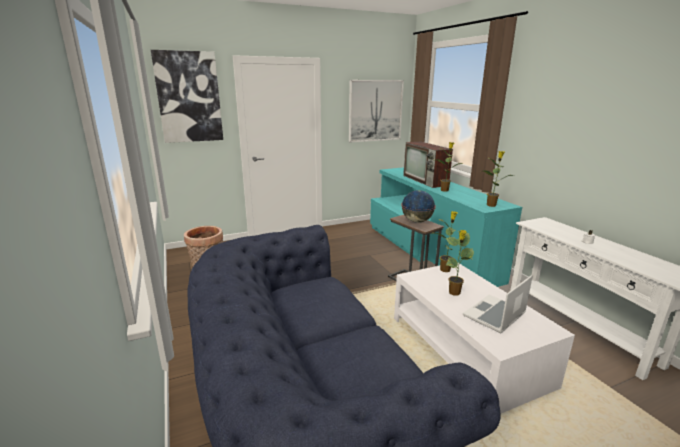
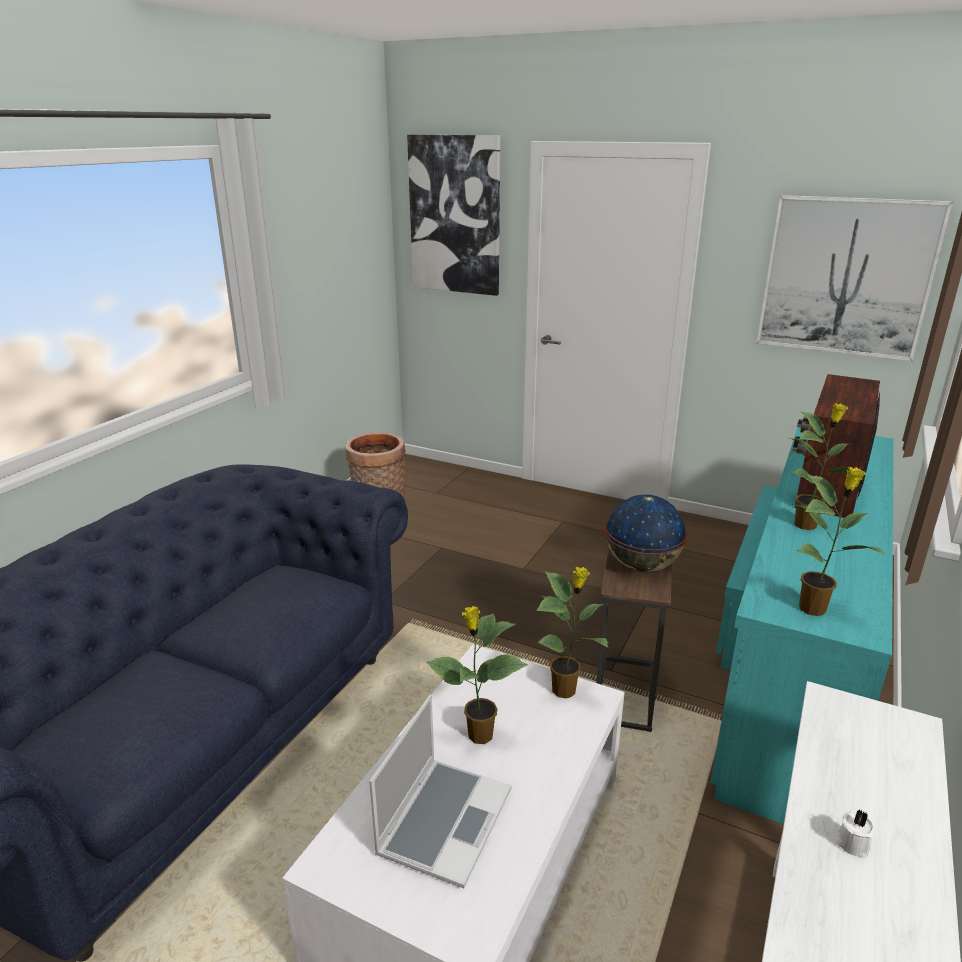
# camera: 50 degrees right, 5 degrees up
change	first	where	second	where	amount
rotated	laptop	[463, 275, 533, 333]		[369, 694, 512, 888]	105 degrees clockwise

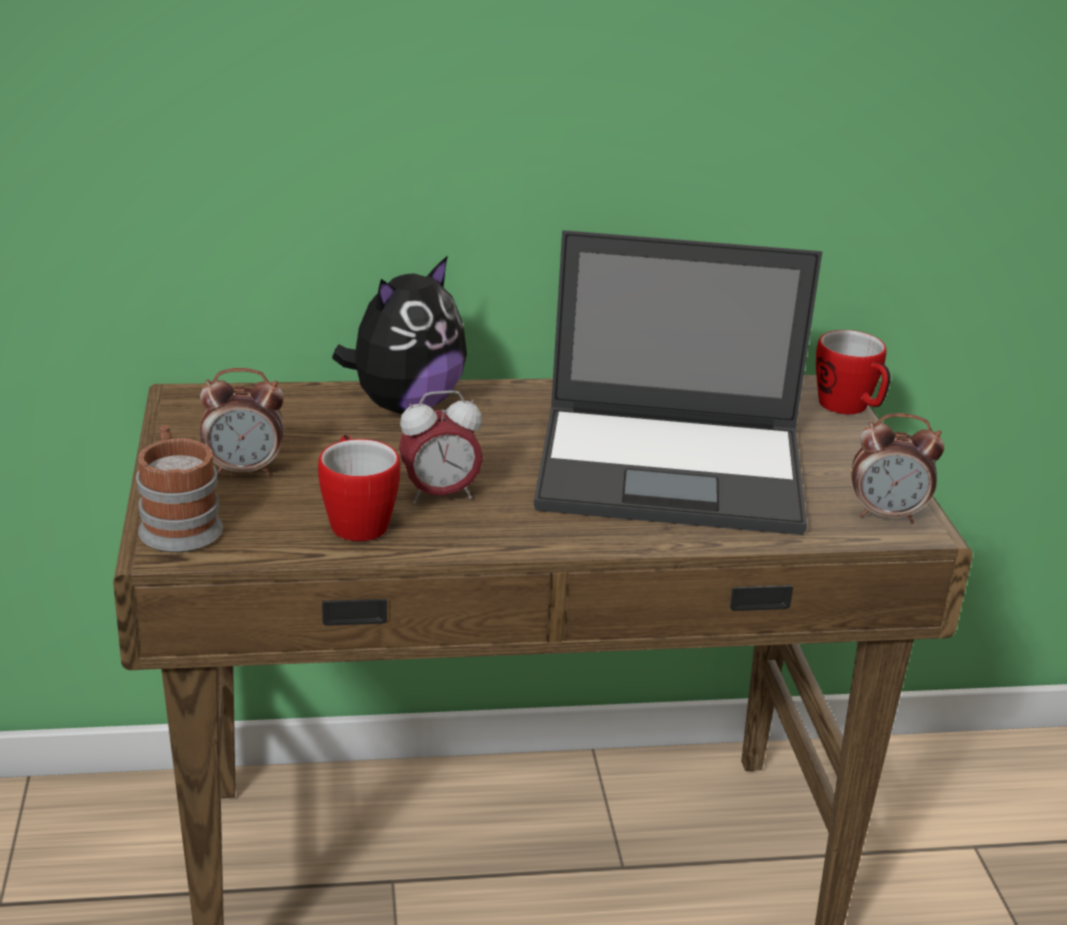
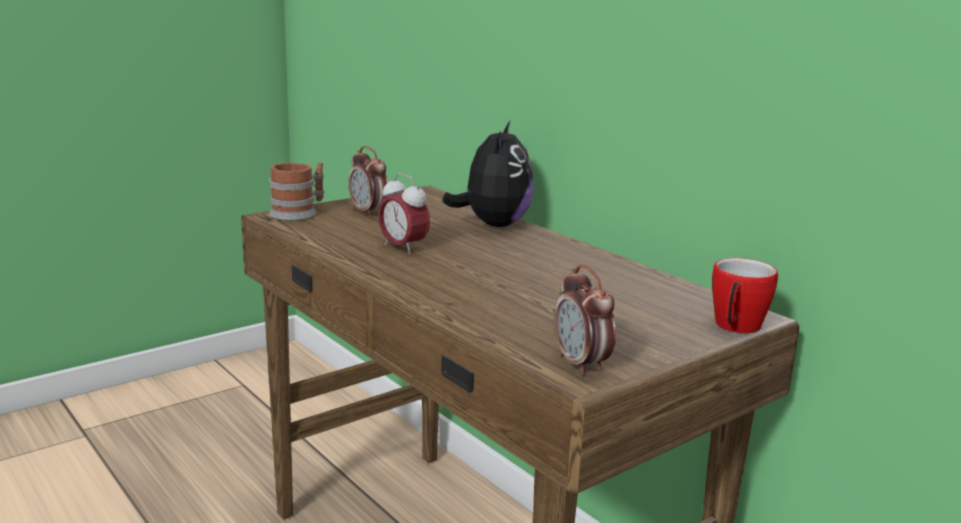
# camera: 60 degrees right, 10 degrees down
change	first	where	second	where	amount
gone	mug	[318, 435, 400, 541]			
rotated	plush toy	[332, 255, 467, 414]		[442, 121, 534, 227]	90 degrees counterclockwise
gone	laptop	[534, 230, 822, 535]			

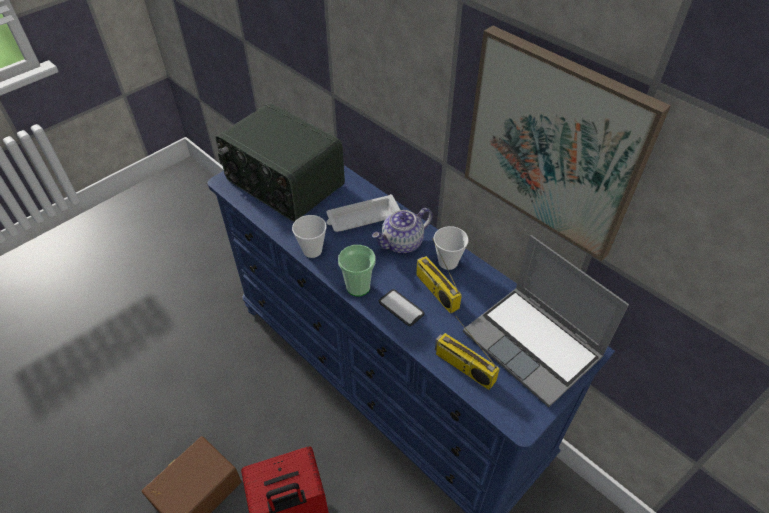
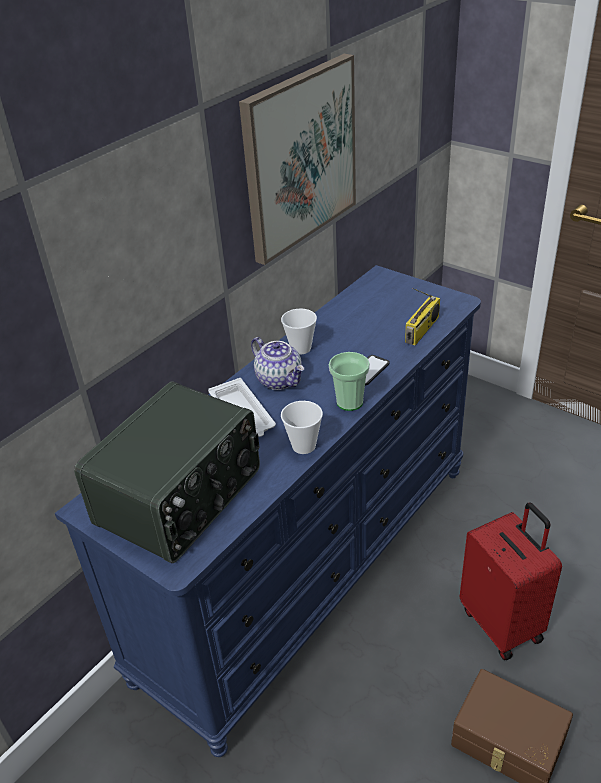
# camera: 95 degrees left, 10 degrees down
change	first	where	second	where	amount
gone	radio	[416, 238, 462, 314]			
gone	laptop	[463, 235, 629, 407]			

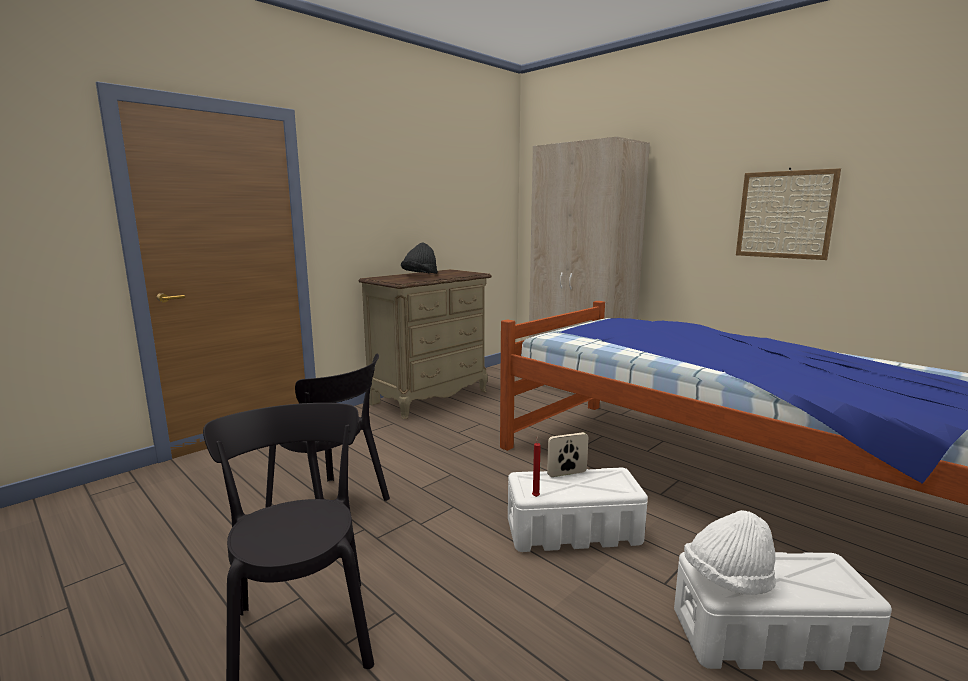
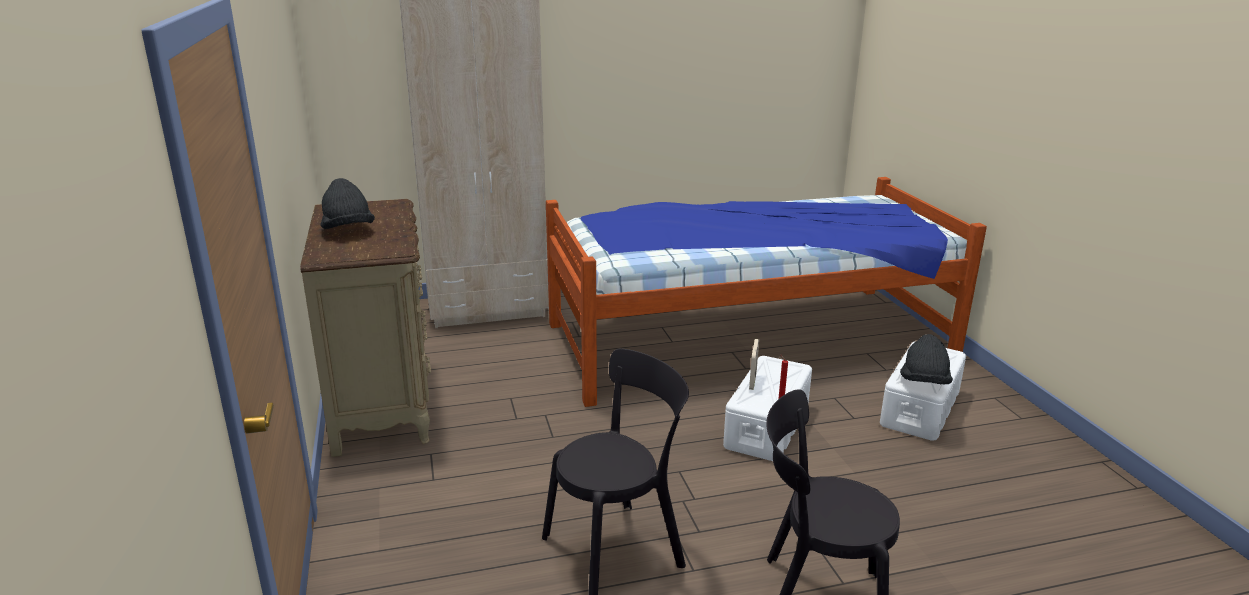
# camera: 60 degrees left, 10 degrees up
change	first	where	second	where	amount
repainted	white hat	[684, 510, 776, 595]	black hat	[900, 334, 953, 384]	
gone	picture	[736, 168, 841, 260]			

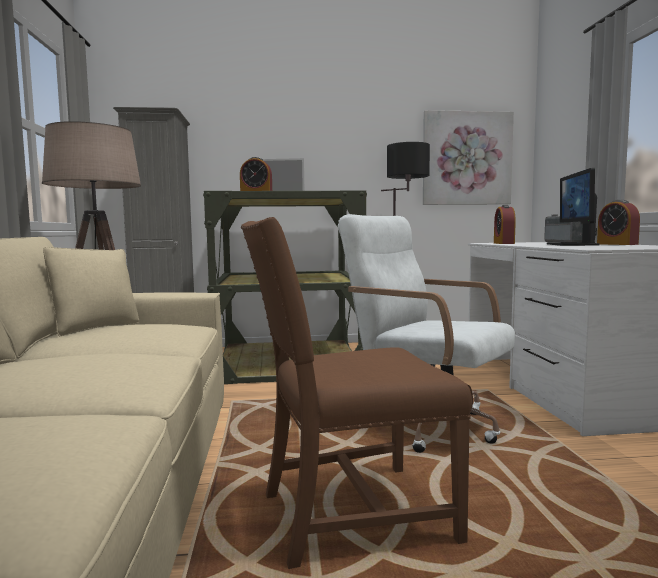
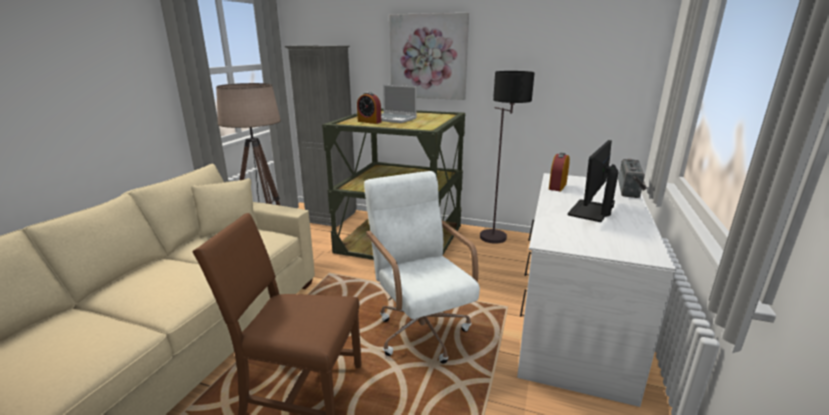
# camera: 25 degrees right, 15 degrees up
change	first	where	second	where	amount
shifted	picture	[423, 110, 514, 205]		[389, 13, 469, 100]	
gone	alarm clock	[597, 200, 640, 245]			

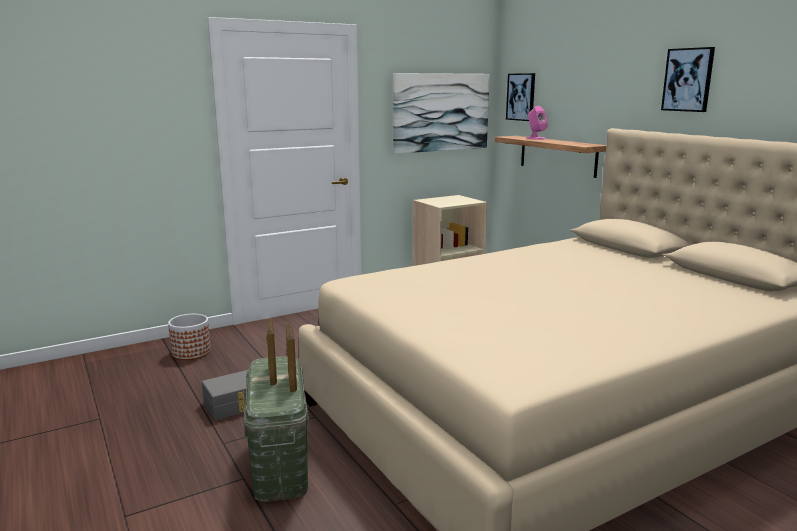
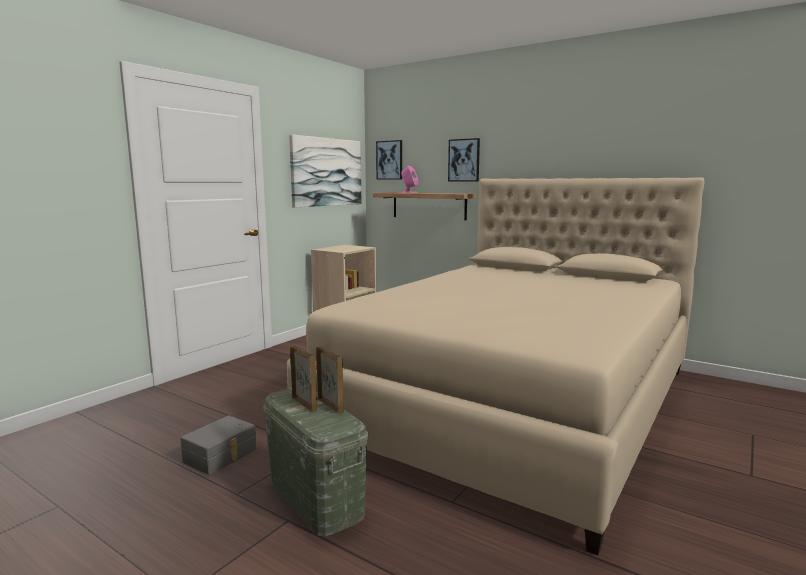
# camera: 25 degrees left, 5 degrees down
change	first	where	second	where	amount
gone	planter	[168, 314, 211, 360]			
shifted	picture	[661, 47, 715, 112]		[448, 138, 480, 182]	

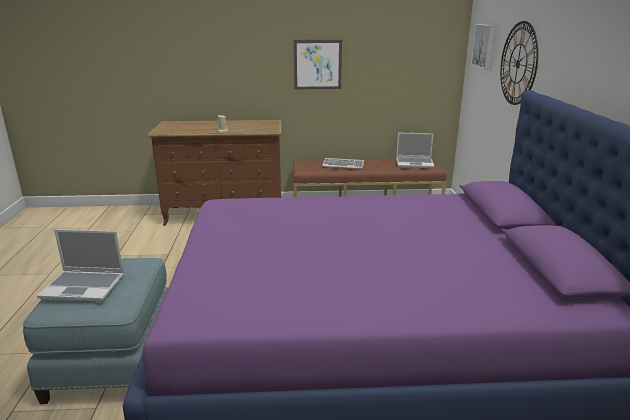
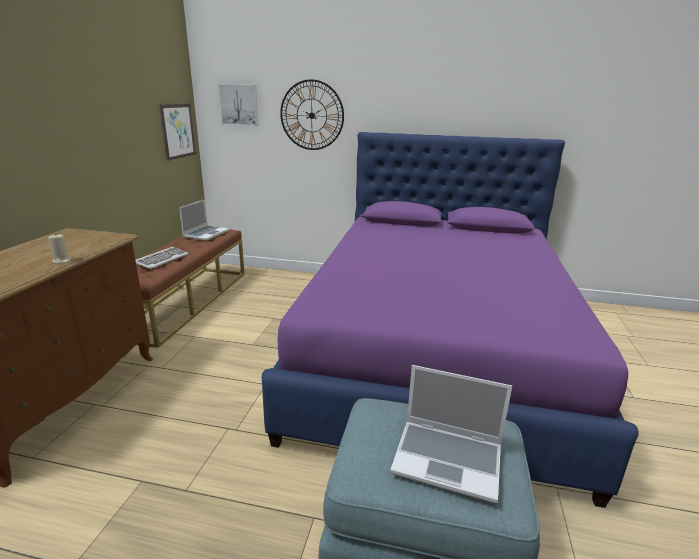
# camera: 75 degrees left, 0 degrees up
change	first	where	second	where	amount
rotated	laptop	[37, 229, 124, 301]		[390, 365, 512, 503]	90 degrees clockwise
shifted	picture	[294, 40, 342, 89]		[159, 104, 196, 161]	

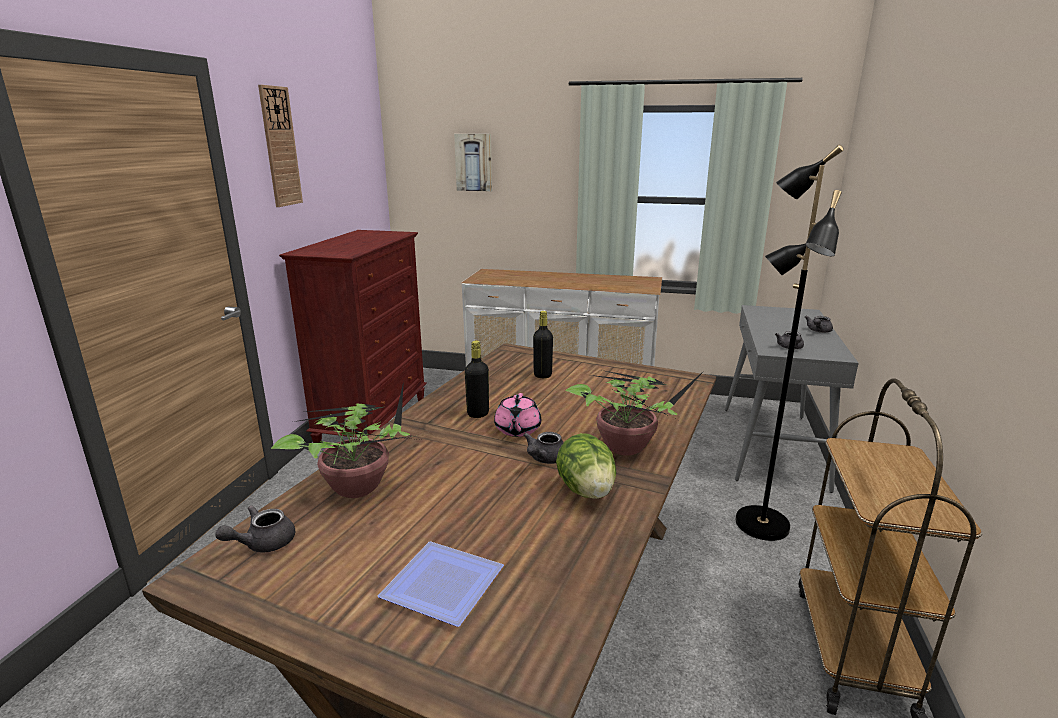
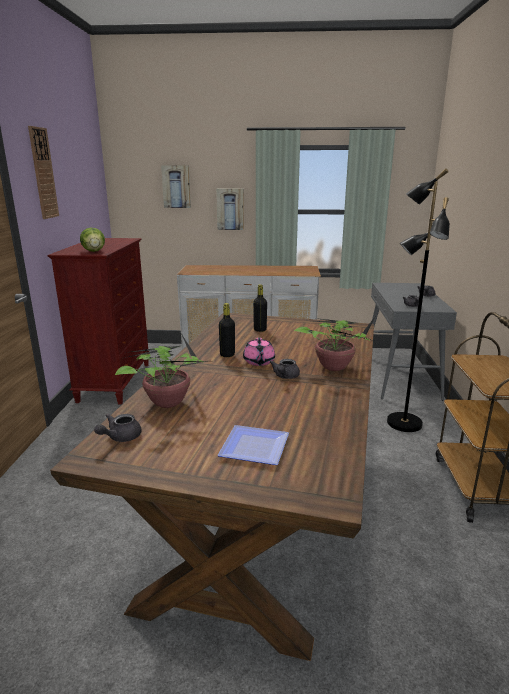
# camera: 10 degrees left, 0 degrees up
change	first	where	second	where	amount
shifted	lettuce	[556, 433, 616, 499]		[80, 228, 105, 252]	
new			picture	[216, 188, 244, 230]	

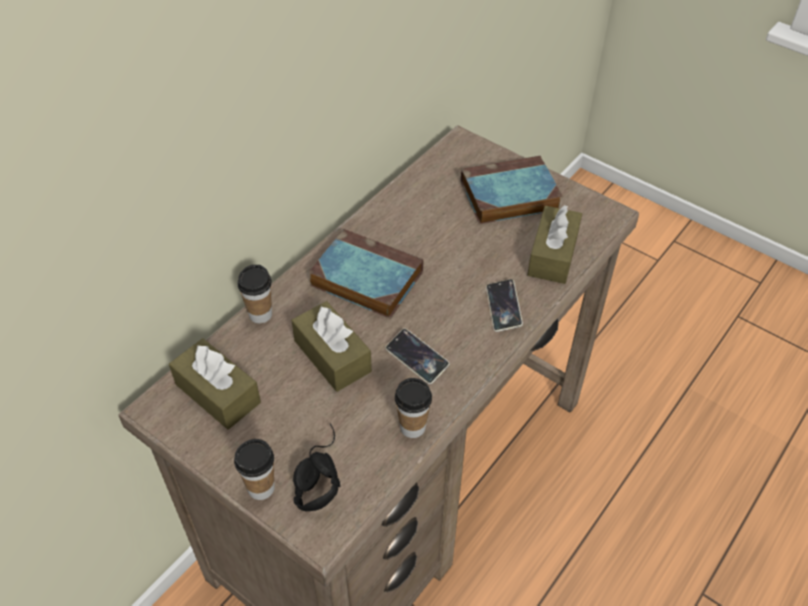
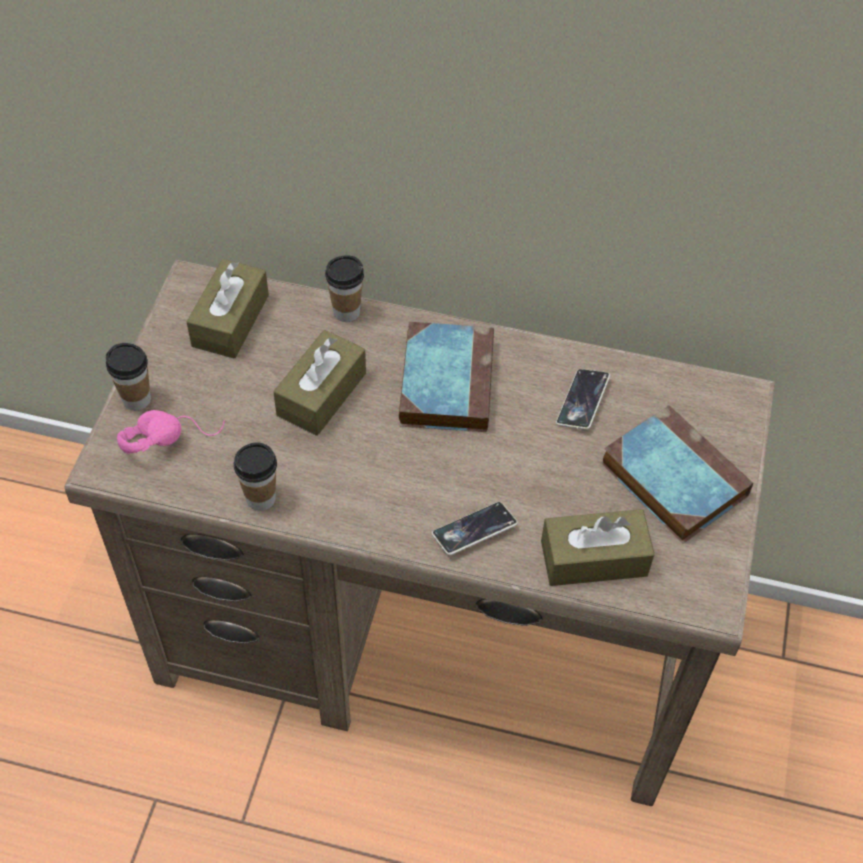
# camera: 65 degrees right, 5 degrees up
change	first	where	second	where	amount
repainted	black headphones	[293, 424, 340, 511]	pink headphones	[117, 410, 225, 454]	
shifted	phone	[385, 328, 450, 384]		[556, 369, 610, 430]	

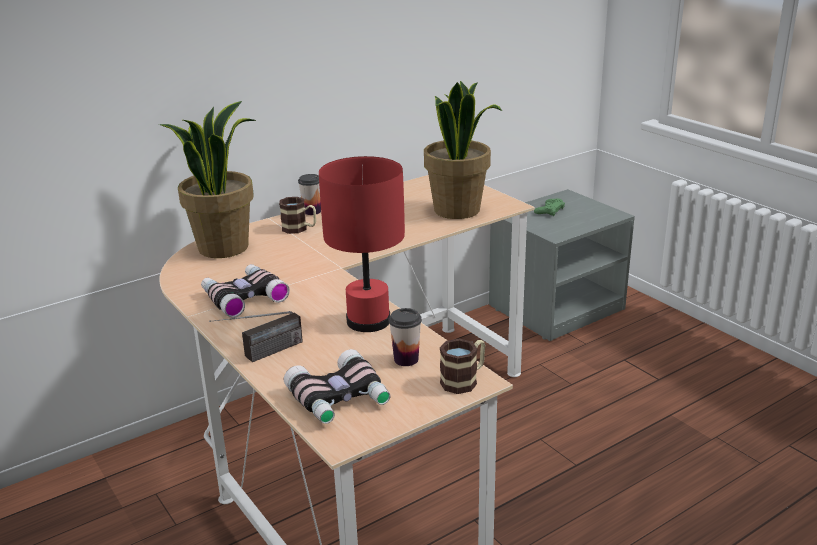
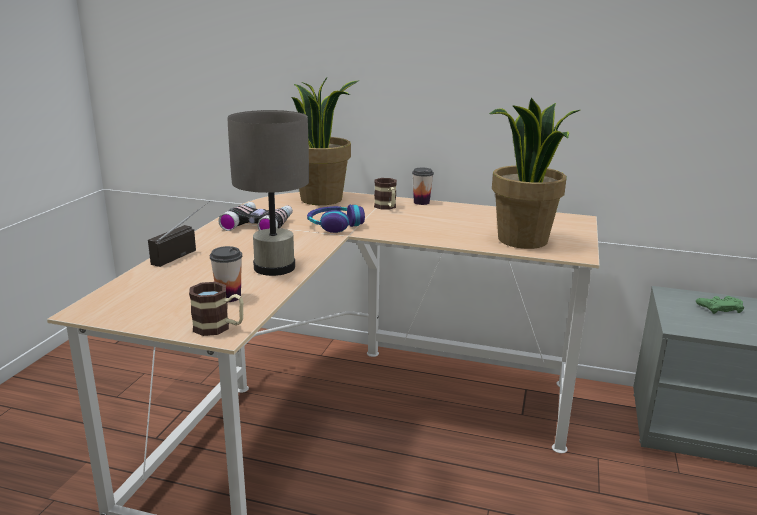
# camera: 50 degrees right, 5 degrees down
change	first	where	second	where	amount
rotated	radio	[209, 311, 303, 362]		[148, 201, 210, 267]	105 degrees clockwise
gone	binoculars	[284, 349, 391, 424]			
repainted	red table lamp	[319, 156, 405, 332]	grey table lamp	[228, 110, 309, 276]	
new			headphones	[307, 205, 365, 233]	

